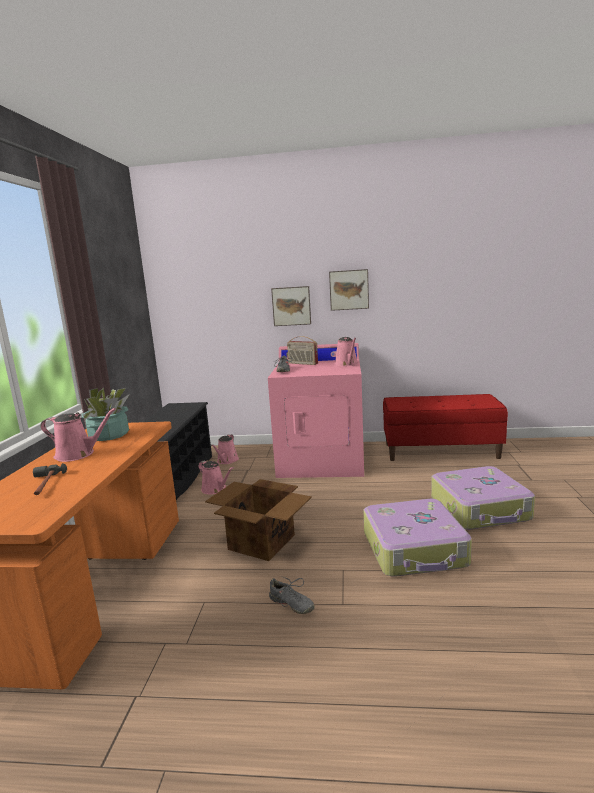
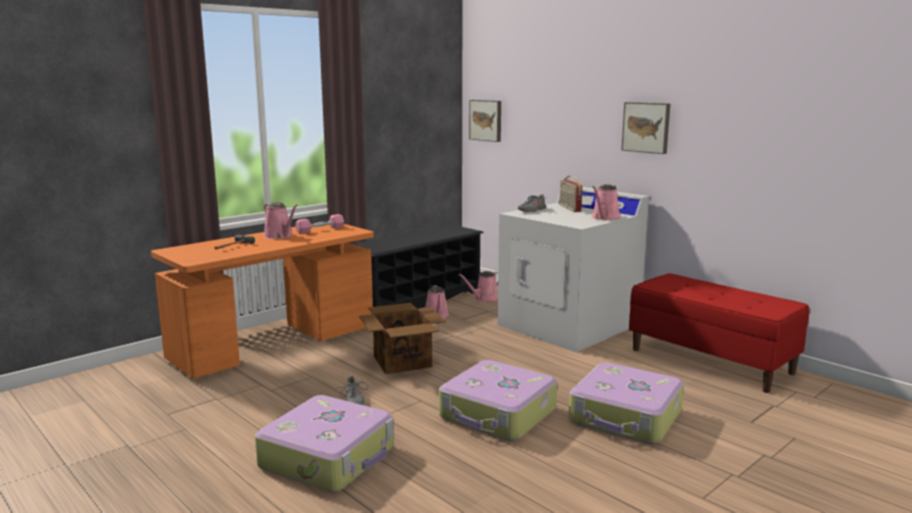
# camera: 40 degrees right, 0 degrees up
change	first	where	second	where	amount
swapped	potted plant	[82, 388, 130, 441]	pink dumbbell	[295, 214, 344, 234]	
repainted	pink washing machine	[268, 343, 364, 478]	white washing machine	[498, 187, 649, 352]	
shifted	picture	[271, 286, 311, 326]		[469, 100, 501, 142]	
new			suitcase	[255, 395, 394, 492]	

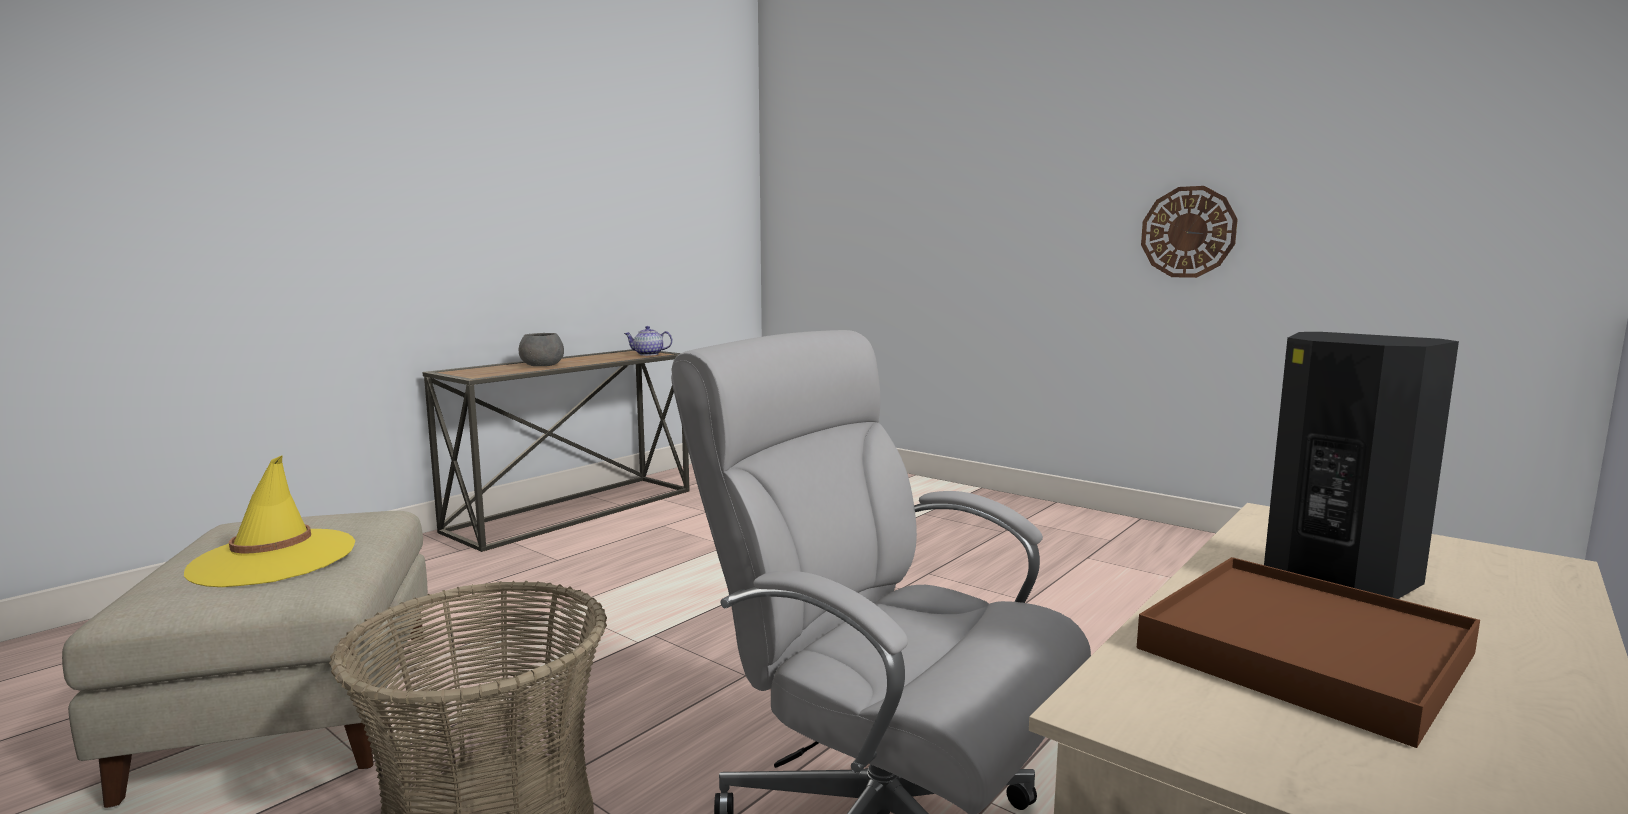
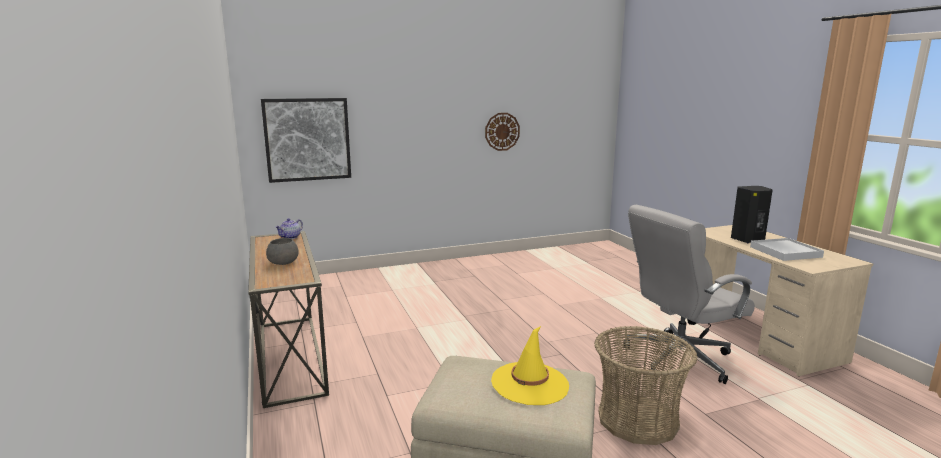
# camera: 60 degrees left, 5 degrees up
change	first	where	second	where	amount
repainted	brown tray	[1137, 557, 1480, 748]	white tray	[750, 238, 824, 261]	
new			picture	[261, 98, 351, 183]	

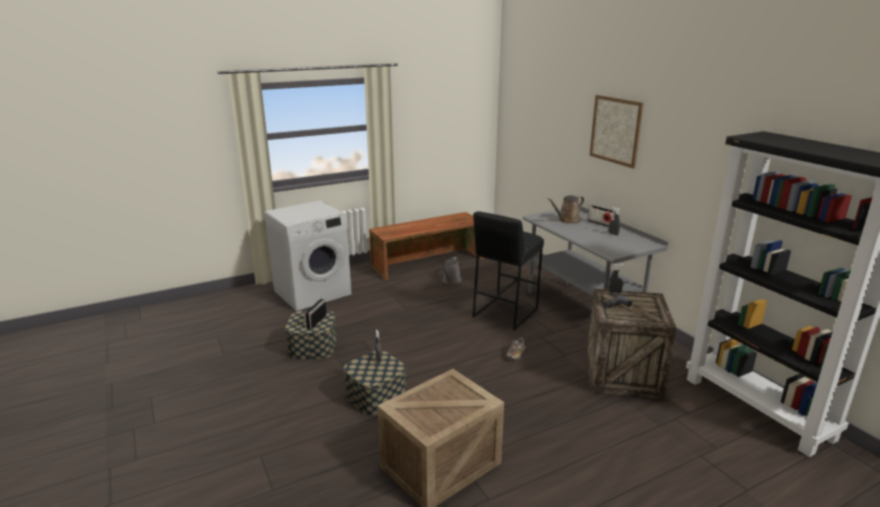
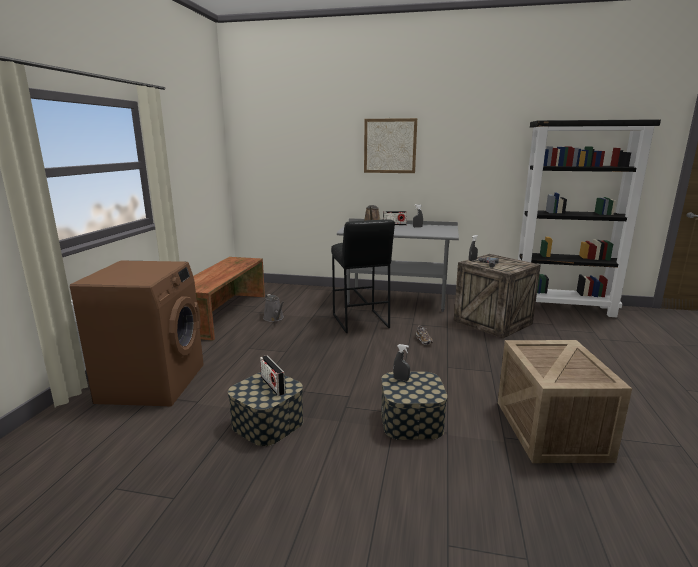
# camera: 50 degrees left, 5 degrees down
change	first	where	second	where	amount
repainted	white washing machine	[264, 200, 351, 311]	brown washing machine	[70, 260, 204, 406]	

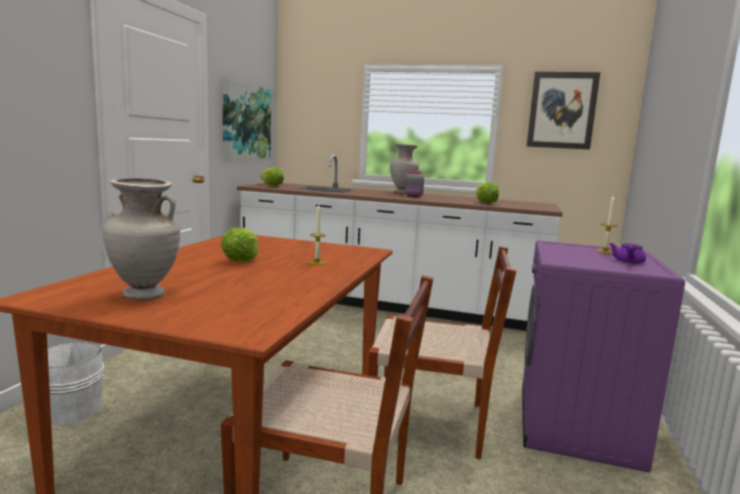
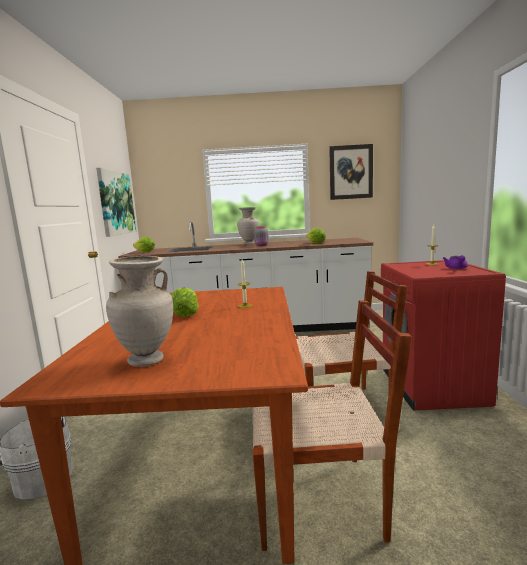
# camera: 15 degrees left, 0 degrees up
change	first	where	second	where	amount
repainted	purple washing machine	[522, 240, 685, 472]	red washing machine	[381, 260, 506, 411]	

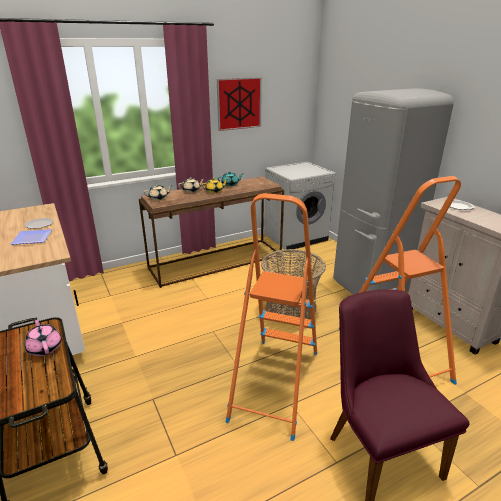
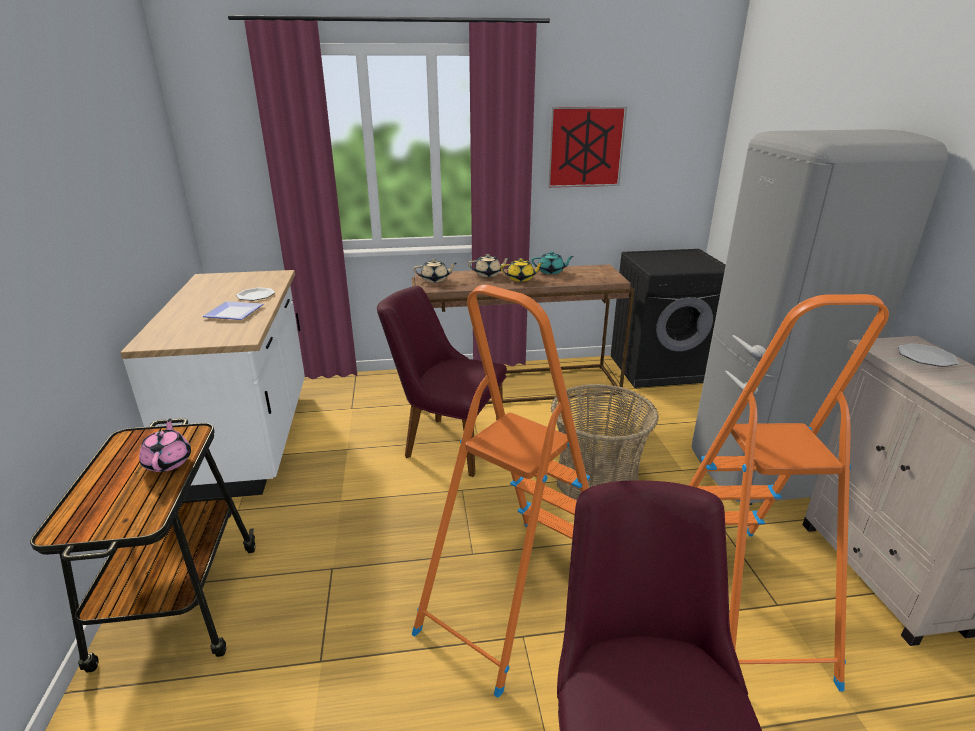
# camera: 20 degrees right, 0 degrees up
change	first	where	second	where	amount
repainted	white washing machine	[264, 162, 336, 249]	black washing machine	[611, 249, 726, 388]	
new			purple chair	[377, 286, 507, 477]	

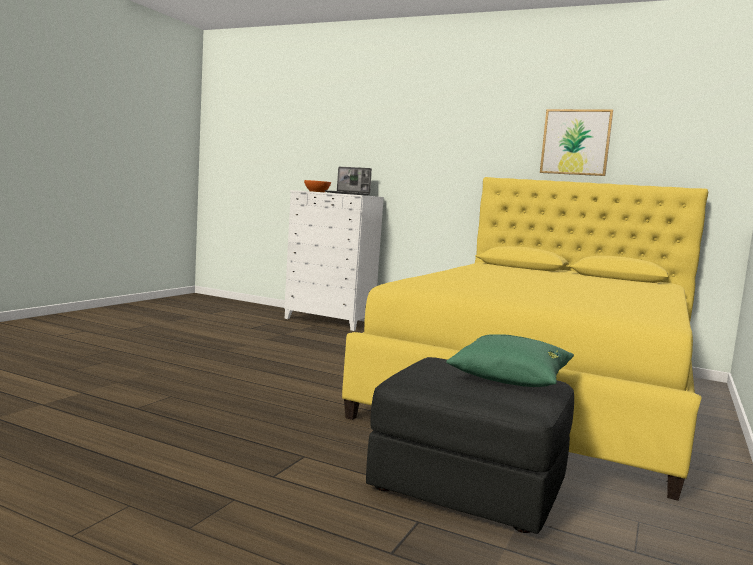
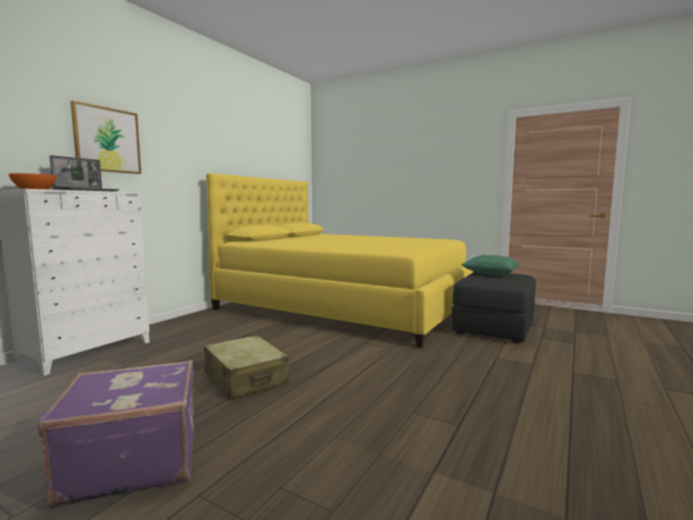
# camera: 85 degrees left, 0 degrees up
change	first	where	second	where	amount
shifted	picture	[540, 109, 613, 176]		[71, 101, 141, 174]	
new			purple suitcase	[38, 360, 194, 508]	
new			beige suitcase	[204, 335, 289, 399]	

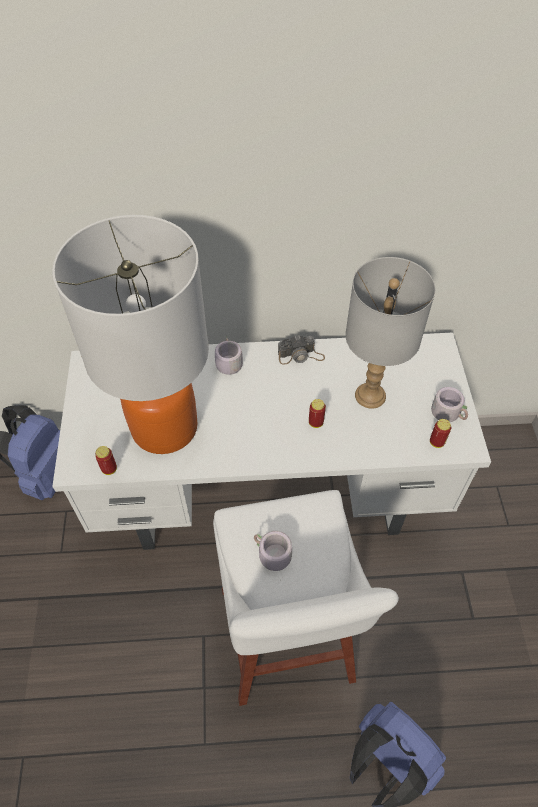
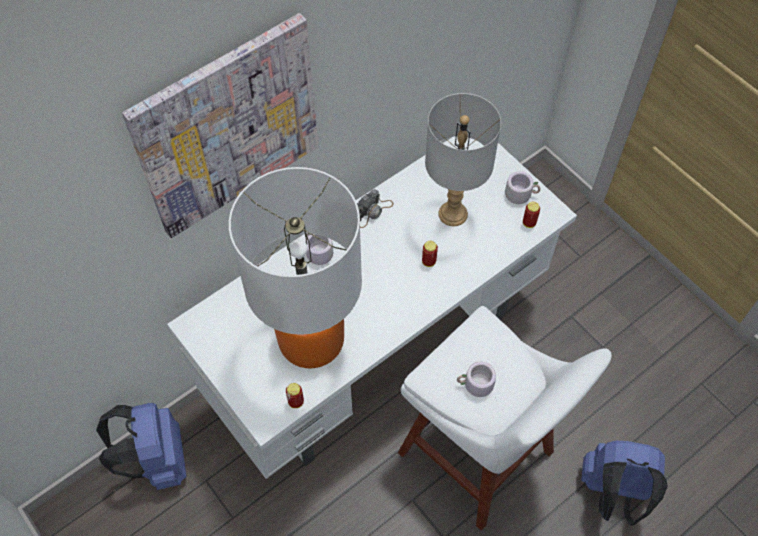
# camera: 35 degrees left, 5 degrees up
change	first	where	second	where	amount
new			picture	[122, 13, 318, 238]	

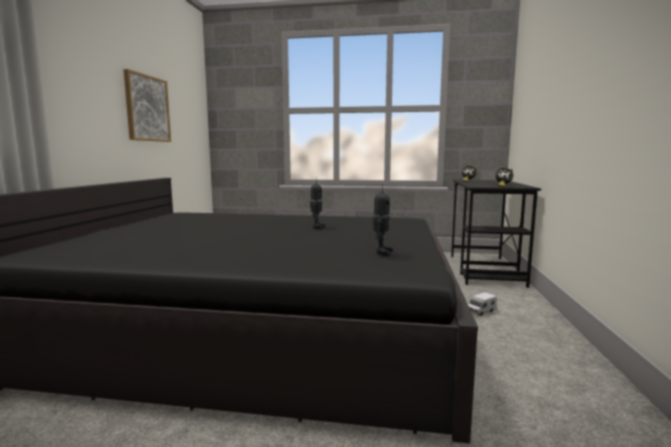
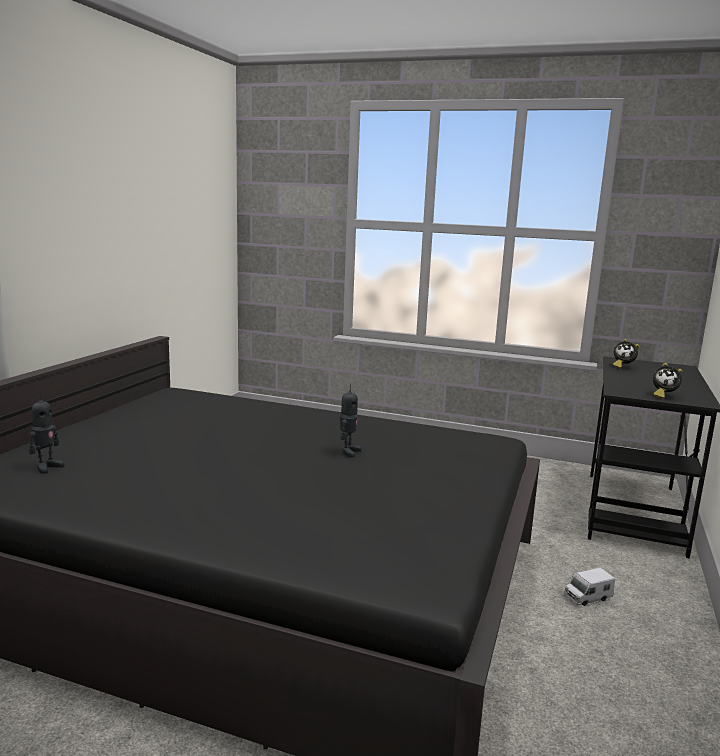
# camera: 10 degrees right, 5 degrees up
change	first	where	second	where	amount
gone	picture	[123, 69, 171, 142]			
shifted	toy robot	[373, 184, 393, 256]		[29, 391, 64, 474]	

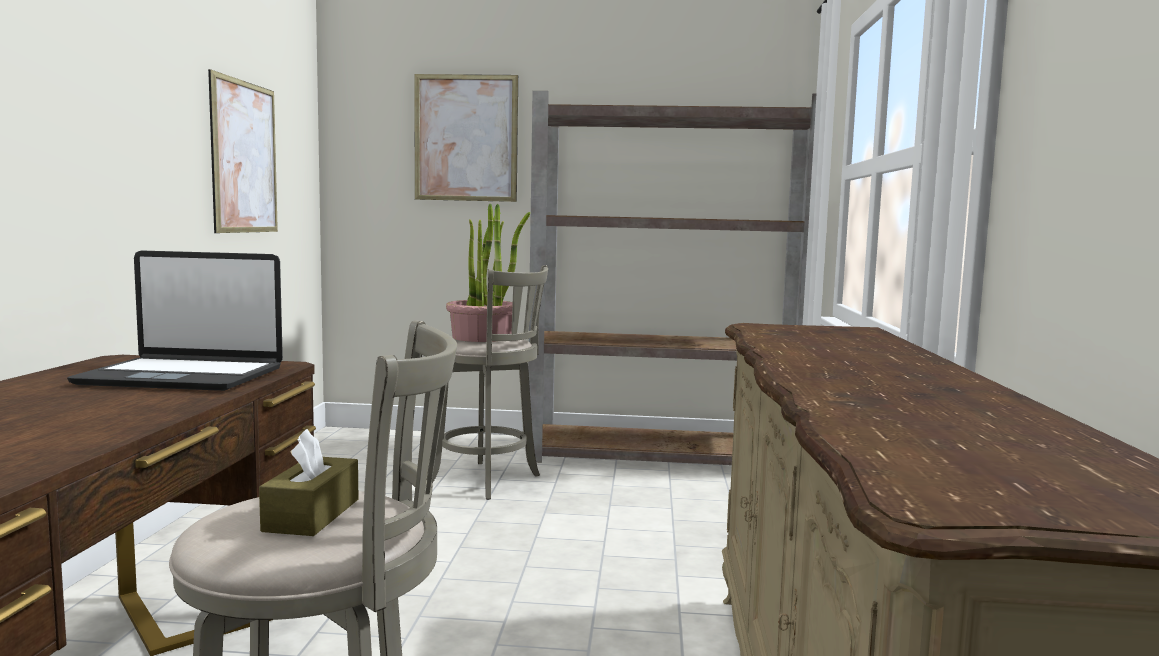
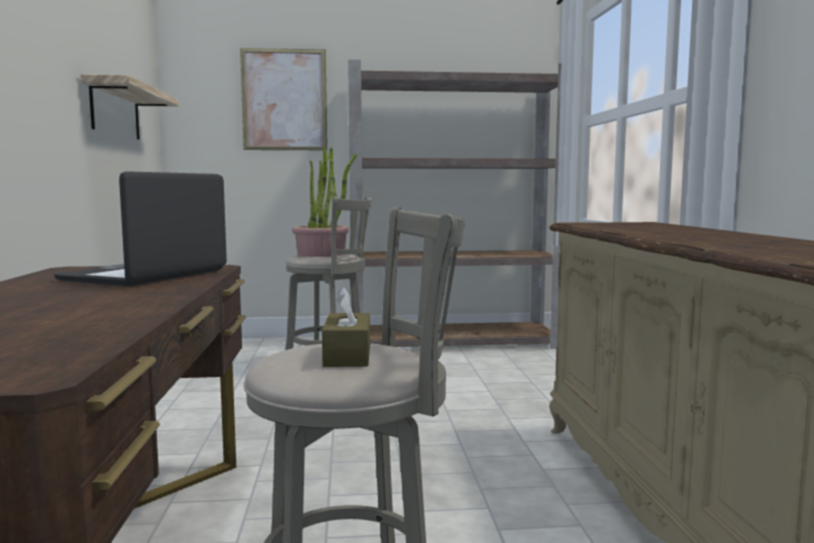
# camera: 10 degrees left, 0 degrees up
change	first	where	second	where	amount
rotated	laptop	[67, 250, 283, 391]		[54, 171, 227, 287]	120 degrees clockwise
swapped	picture	[208, 69, 278, 233]	shelf	[81, 74, 179, 140]	

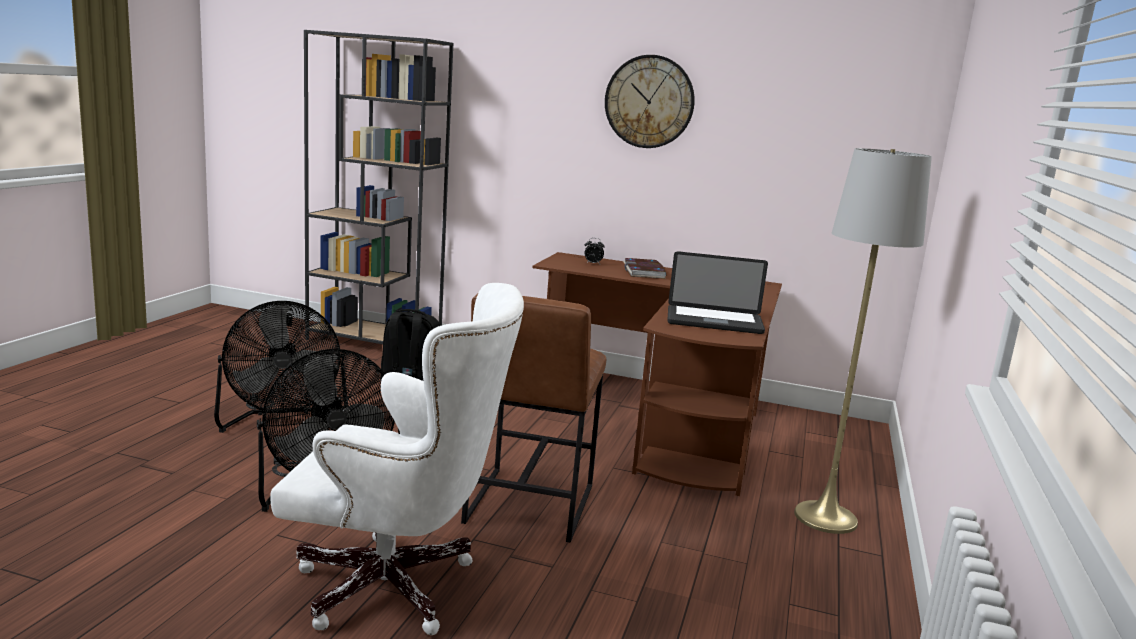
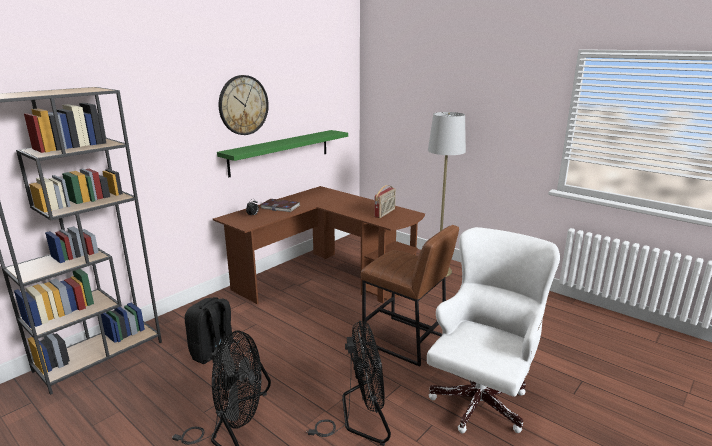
# camera: 65 degrees left, 5 degrees up
change	first	where	second	where	amount
swapped	laptop	[667, 251, 768, 334]	radio	[374, 185, 396, 218]	
new			green shelf	[217, 130, 348, 177]	

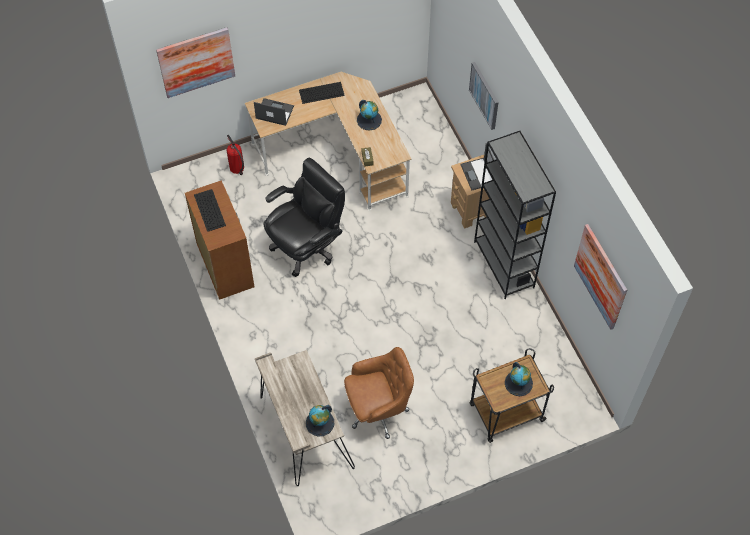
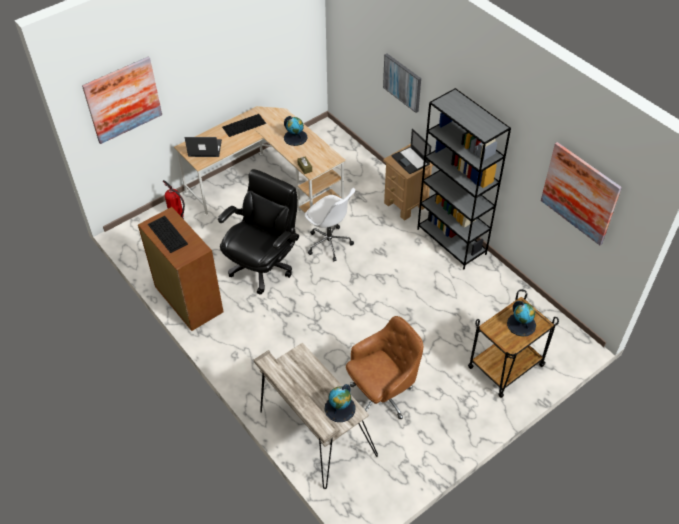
# camera: 15 degrees left, 10 degrees down
change	first	where	second	where	amount
new			white office chair	[305, 188, 355, 261]	

